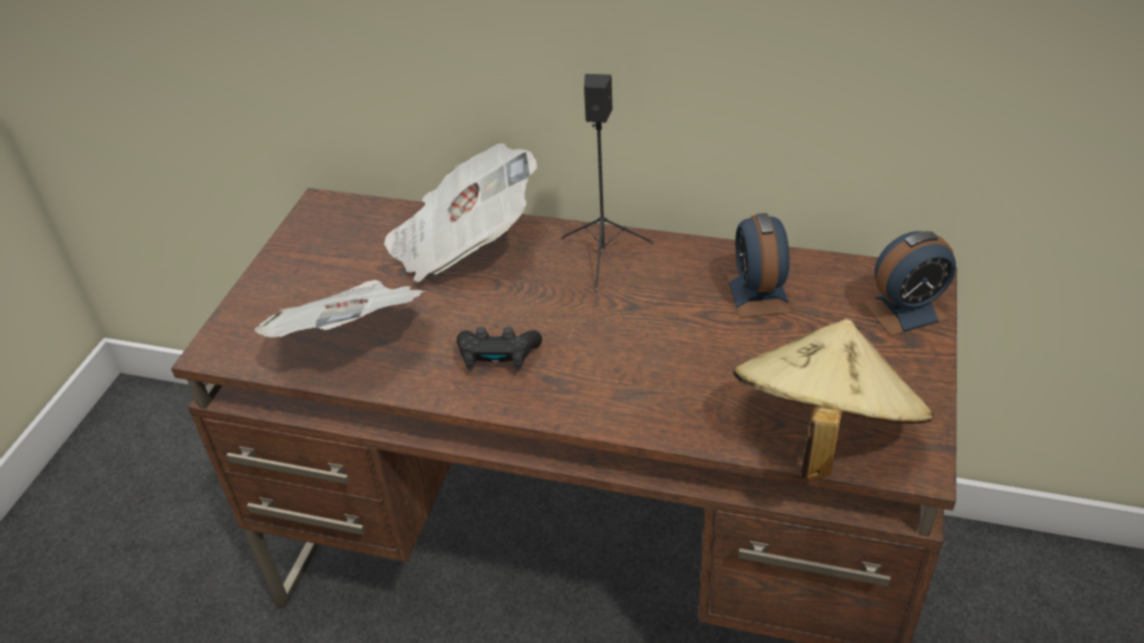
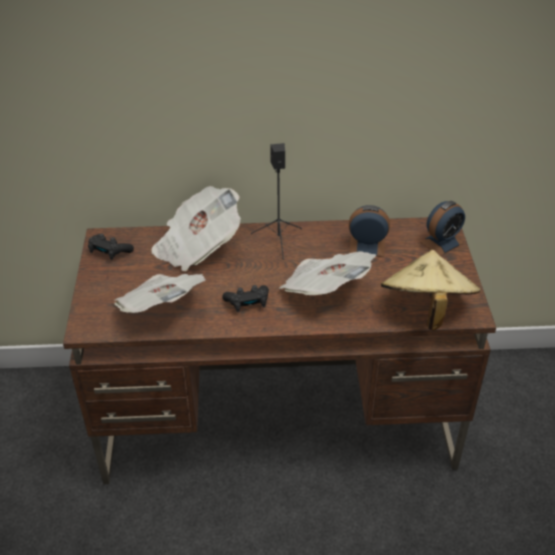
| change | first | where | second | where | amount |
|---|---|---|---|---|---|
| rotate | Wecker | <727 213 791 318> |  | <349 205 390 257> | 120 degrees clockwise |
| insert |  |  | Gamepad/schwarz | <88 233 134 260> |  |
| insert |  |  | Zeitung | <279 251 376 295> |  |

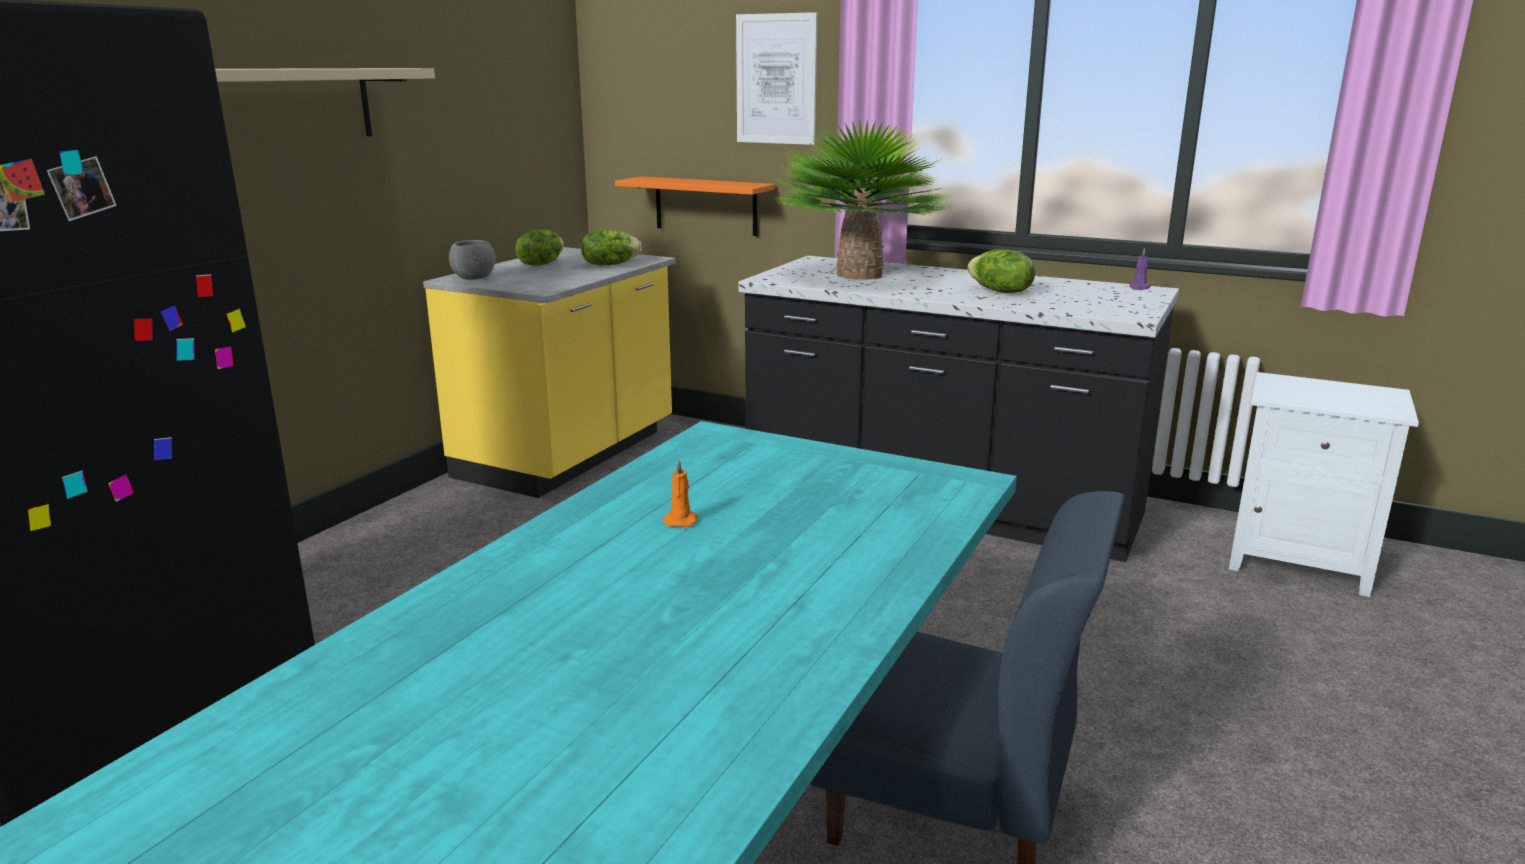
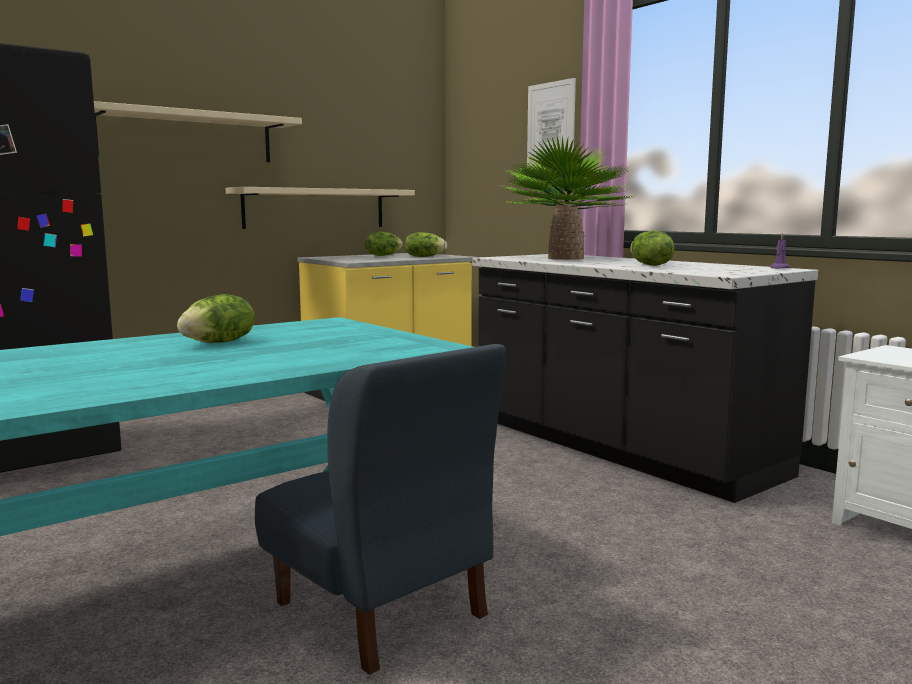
| change | first | where | second | where | amount |
|---|---|---|---|---|---|
| delete | Wandregal/orange | <615 176 775 236> |  |  |  |
| delete | Schüssel/grau | <449 240 496 280> |  |  |  |
| replace | Kerze/orange | <663 459 698 527> | Salatkopf | <177 294 255 343> |  |
| insert |  |  | Wandregal/beige | <226 187 415 229> |  |

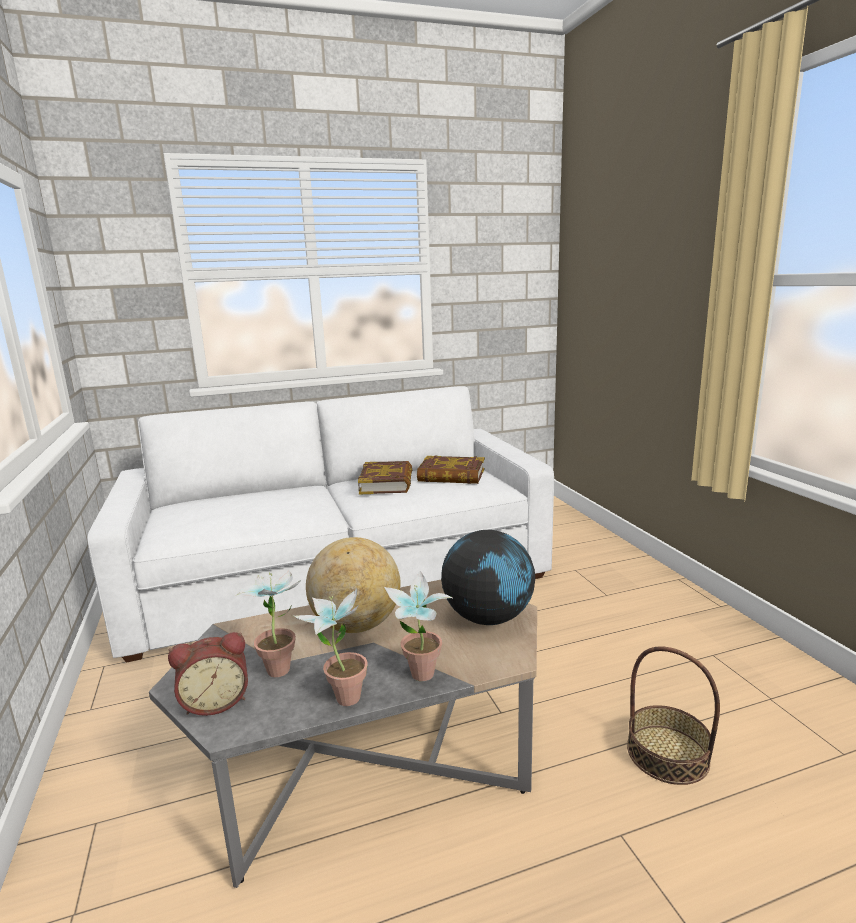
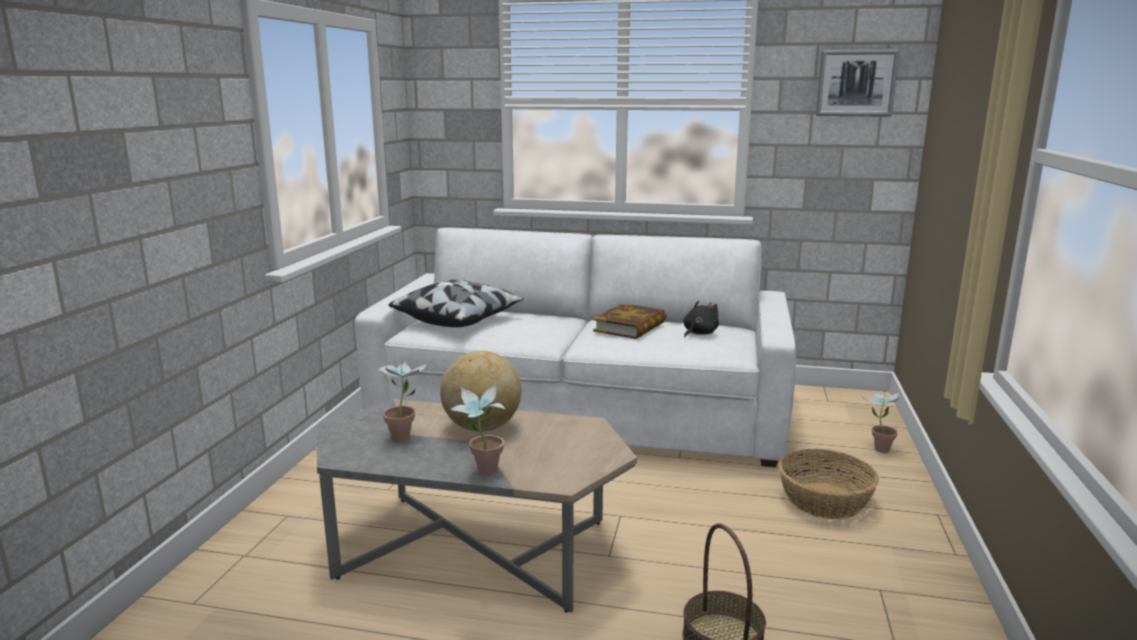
| change | first | where | second | where | amount |
|---|---|---|---|---|---|
| replace | Buch | <417 455 485 484> | Plüschtier/schwarz | <683 301 719 337> |  |
| delete | Globus | <441 530 535 625> |  |  |  |
| move | Topfpflanze | <292 588 368 706> |  | <861 390 900 453> |  |
| delete | Wecker | <168 632 248 716> |  |  |  |
| insert |  |  | Bild | <816 50 900 117> |  |
| insert |  |  | Kissen | <389 280 524 327> |  |
| insert |  |  | Korb | <778 449 879 519> |  |

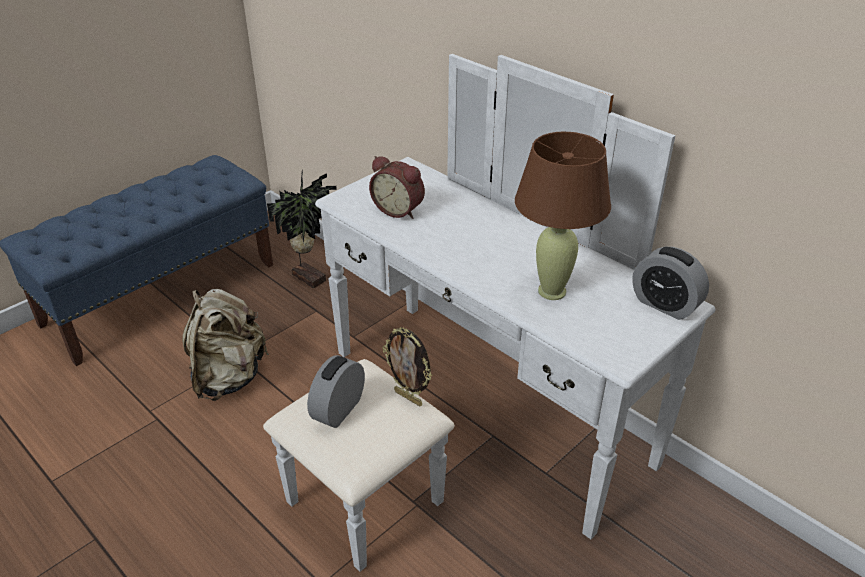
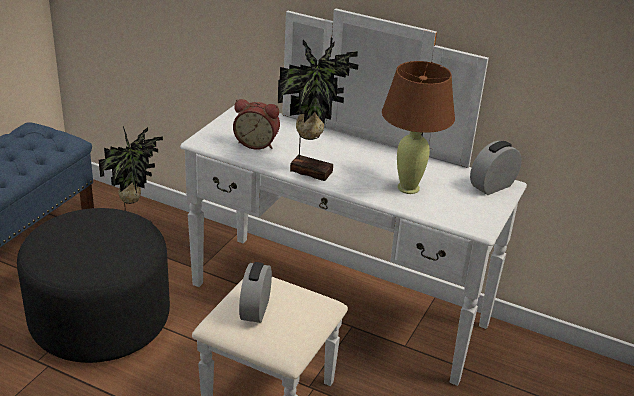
| change | first | where | second | where | amount |
|---|---|---|---|---|---|
| rotate | Wecker | <632 247 709 320> |  | <470 141 522 195> | 120 degrees clockwise |
| replace | Rucksack/beige | <182 289 269 401> | Polsterhocker/schwarz | <17 208 170 363> |  |
| delete | Bilderrahmen | <383 327 432 406> |  |  |  |
| insert |  |  | Topfpflanze | <278 40 358 181> |  |

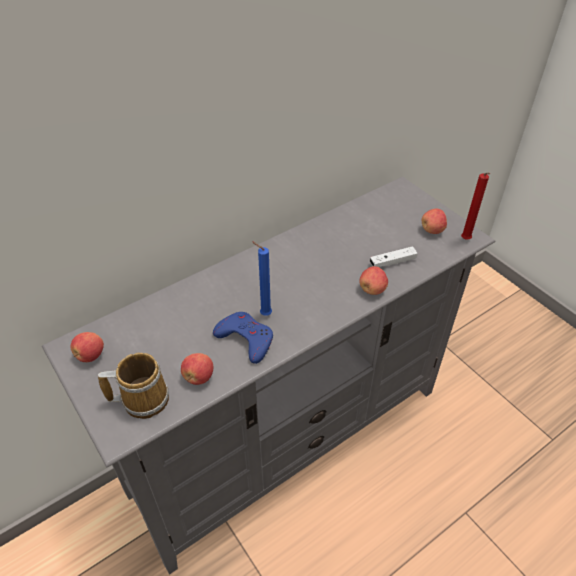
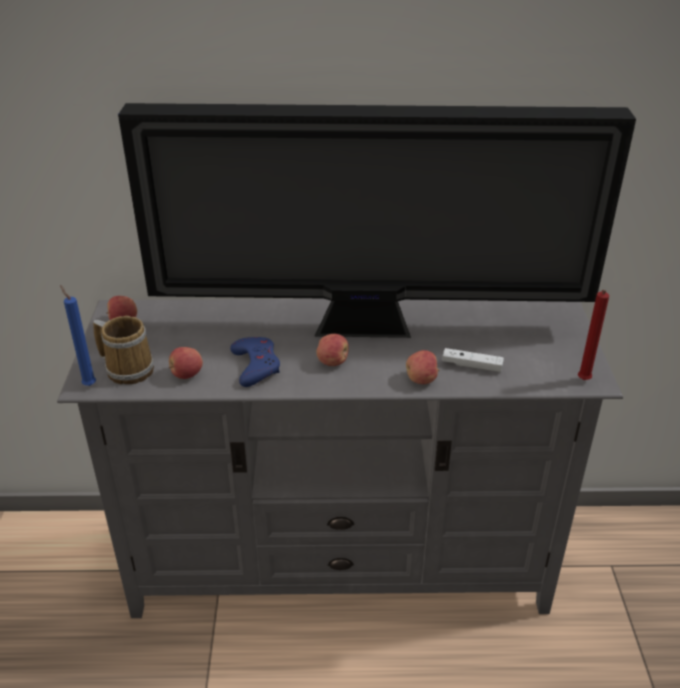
| change | first | where | second | where | amount |
|---|---|---|---|---|---|
| move | Apfel | <422 209 447 234> |  | <316 334 349 366> |  |
| move | Kerze/blau | <252 241 272 316> |  | <60 285 96 386> |  |
| insert |  |  | Fernseher | <118 103 636 338> |  |

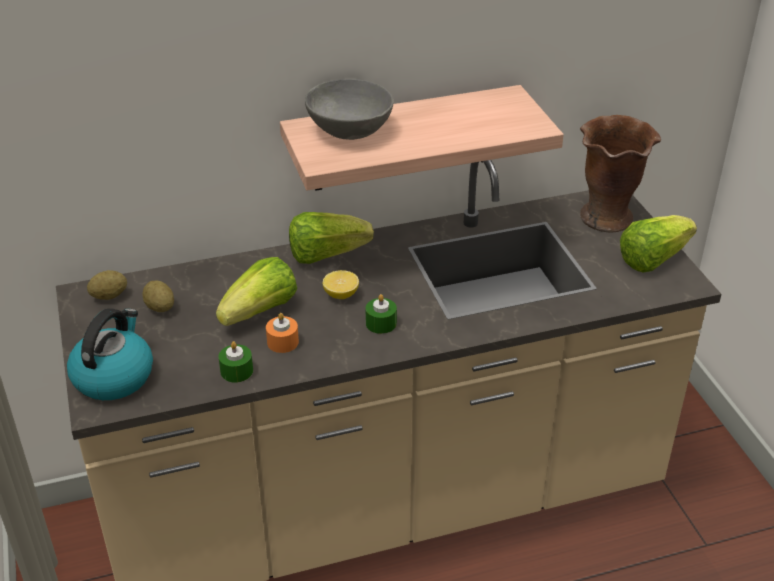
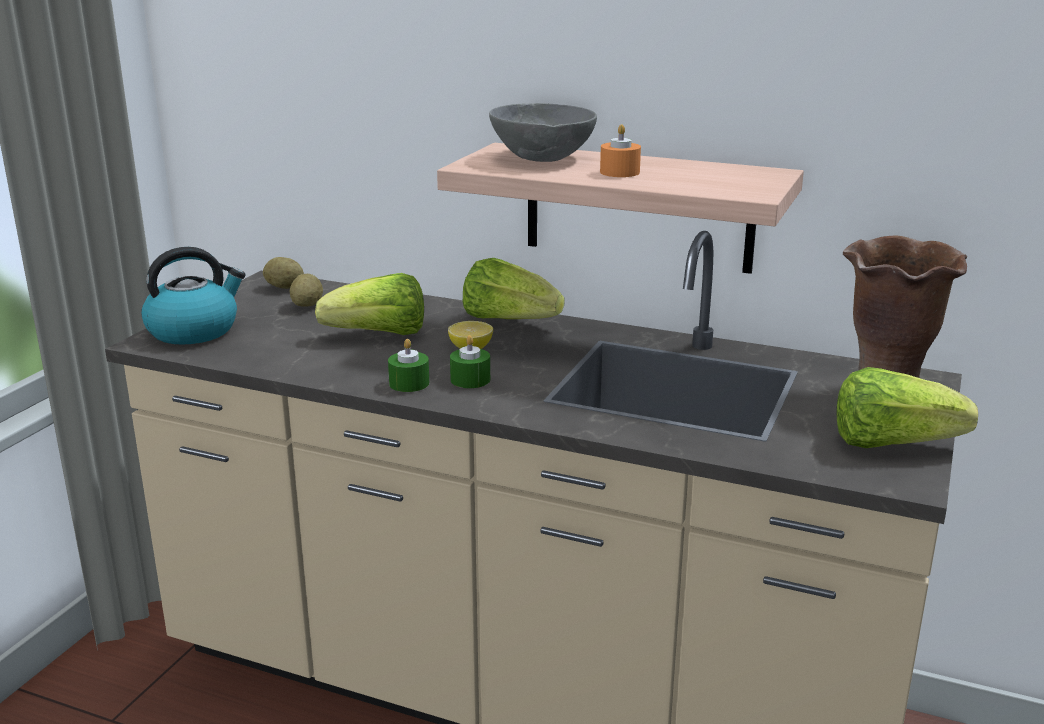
| change | first | where | second | where | amount |
|---|---|---|---|---|---|
| move | Kerze/orange | <266 313 299 353> |  | <600 124 641 177> |  |
| move | Kerze/grün | <218 341 253 383> |  | <388 339 429 392> |  |

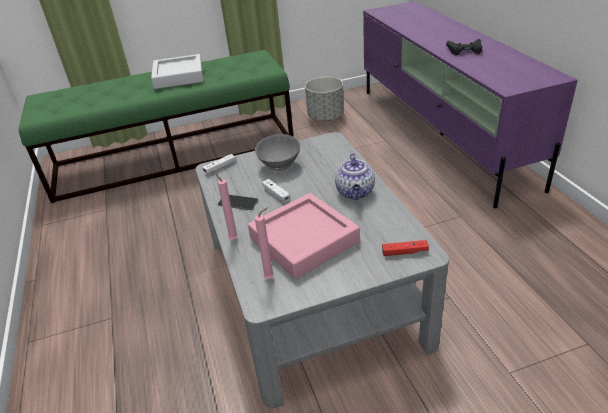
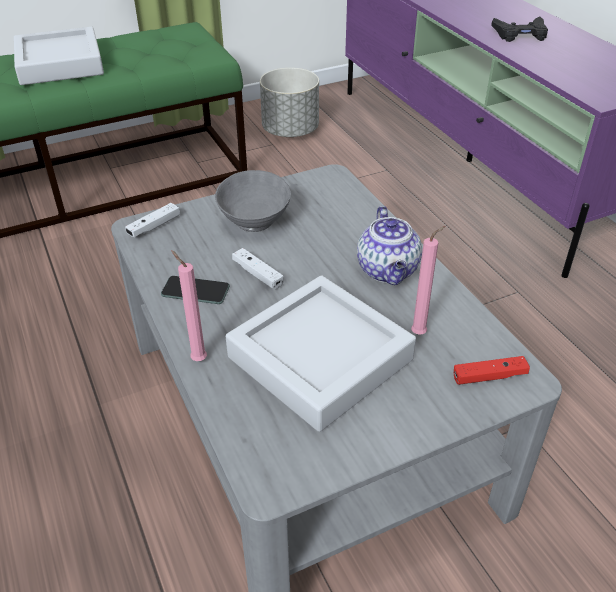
| change | first | where | second | where | amount |
|---|---|---|---|---|---|
| recolor | Tablett/rosa | <248 193 360 279> | Tablett/grau | <226 275 416 432> |  |
| move | Kerze/rosa | <255 207 274 279> |  | <411 226 445 335> |  |

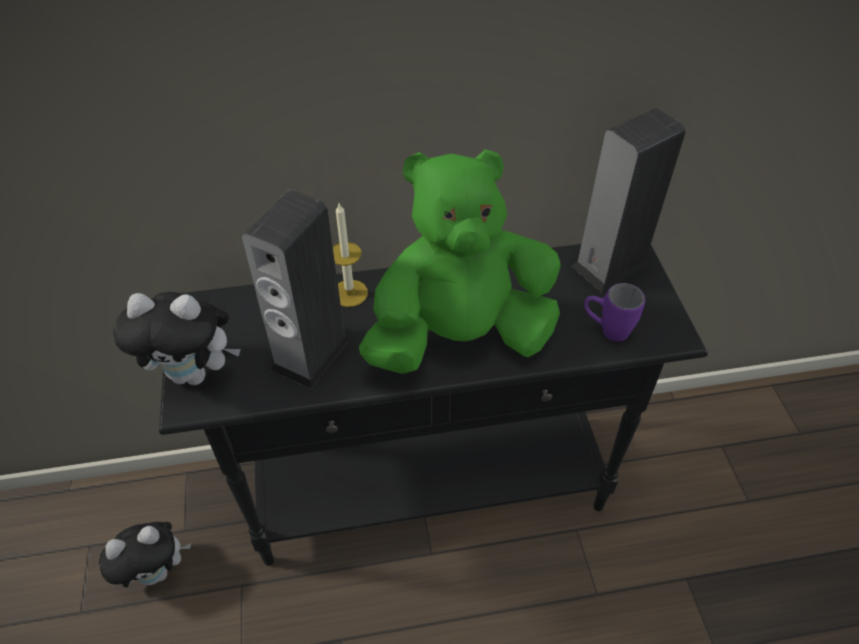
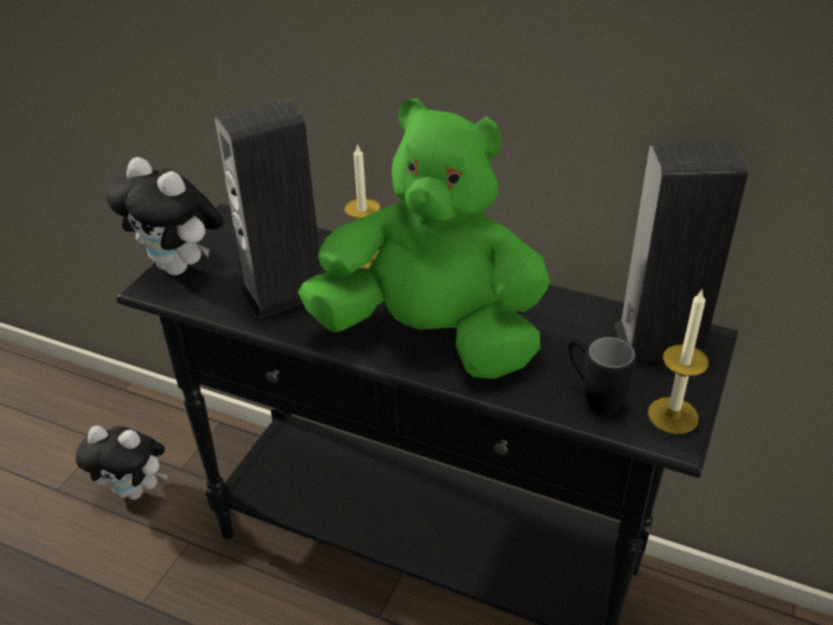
| change | first | where | second | where | amount |
|---|---|---|---|---|---|
| recolor | Henkelbecher/lila | <584 283 645 341> | Henkelbecher/schwarz | <569 337 636 414> |  |
| insert |  |  | Kerze | <648 288 709 434> |  |

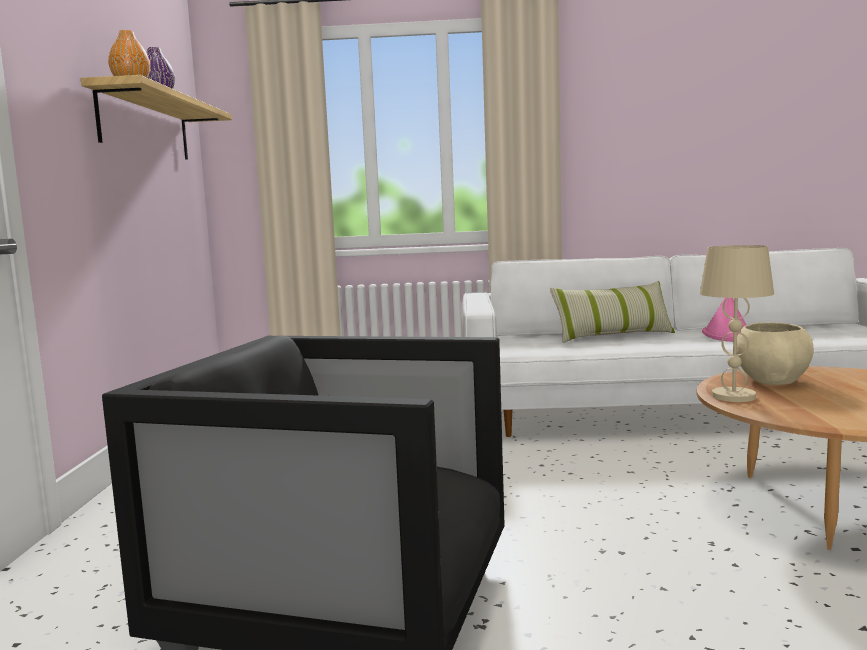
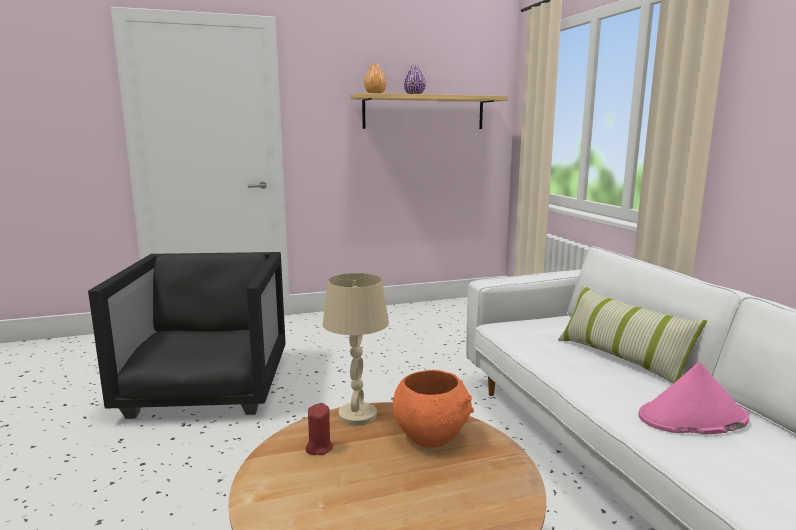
| change | first | where | second | where | amount |
|---|---|---|---|---|---|
| recolor | Schüssel/beige | <737 322 814 385> | Schüssel/orange | <393 370 474 448> |  |
| insert |  |  | Kerze/rot | <306 404 333 455> |  |

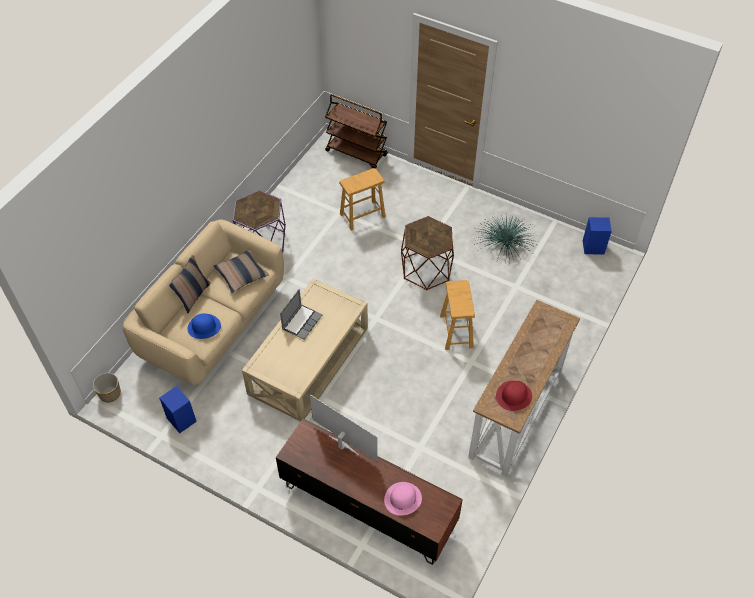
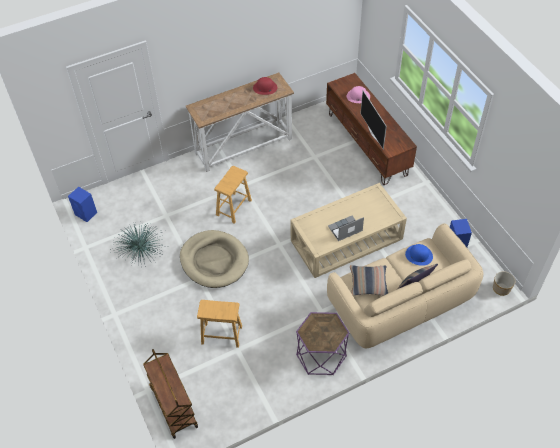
| change | first | where | second | where | amount |
|---|---|---|---|---|---|
| replace | Beistelltisch/braun | <401 216 454 291> | Hundebett/beige | <180 230 249 288> |  |

